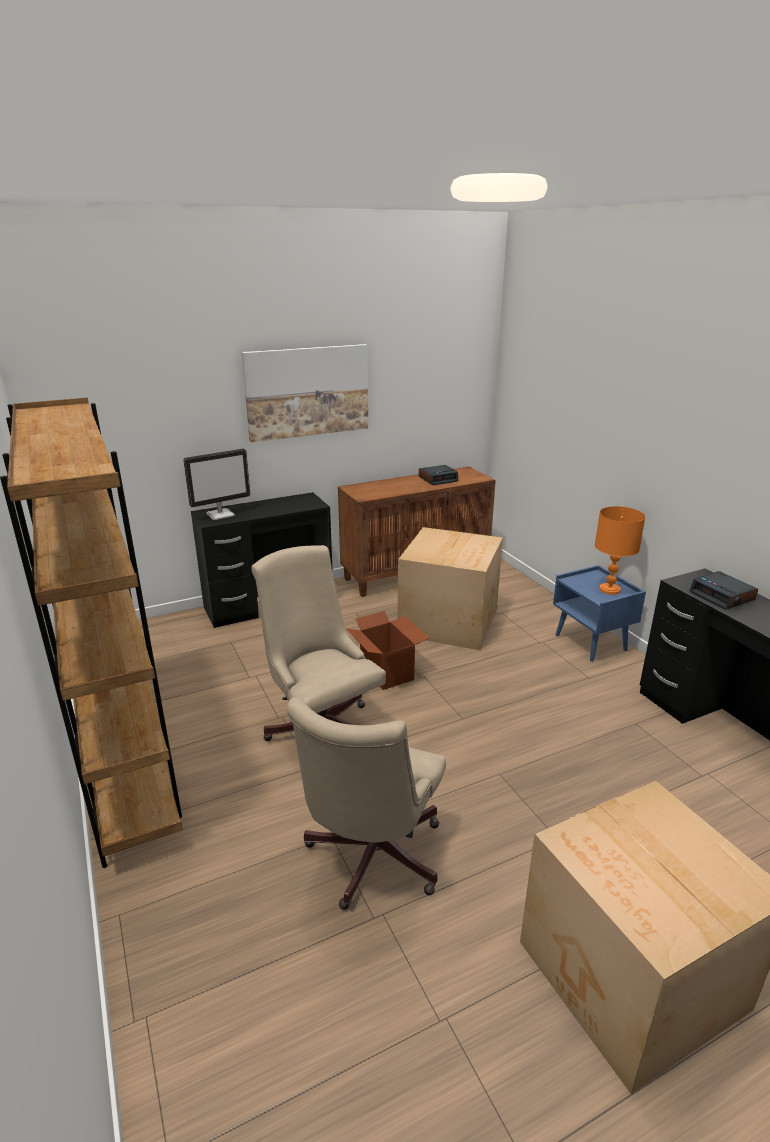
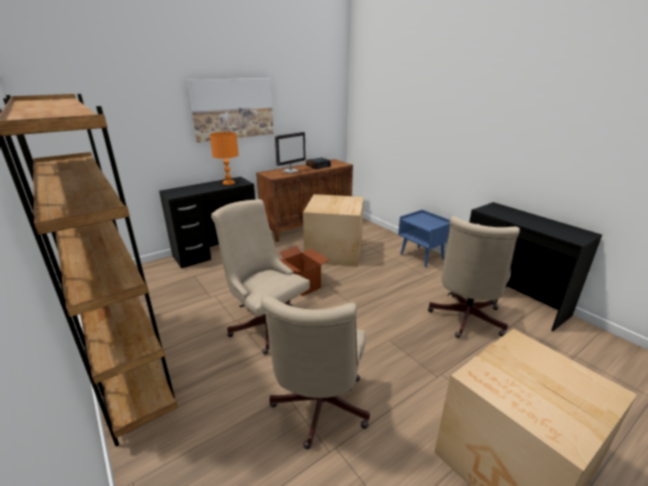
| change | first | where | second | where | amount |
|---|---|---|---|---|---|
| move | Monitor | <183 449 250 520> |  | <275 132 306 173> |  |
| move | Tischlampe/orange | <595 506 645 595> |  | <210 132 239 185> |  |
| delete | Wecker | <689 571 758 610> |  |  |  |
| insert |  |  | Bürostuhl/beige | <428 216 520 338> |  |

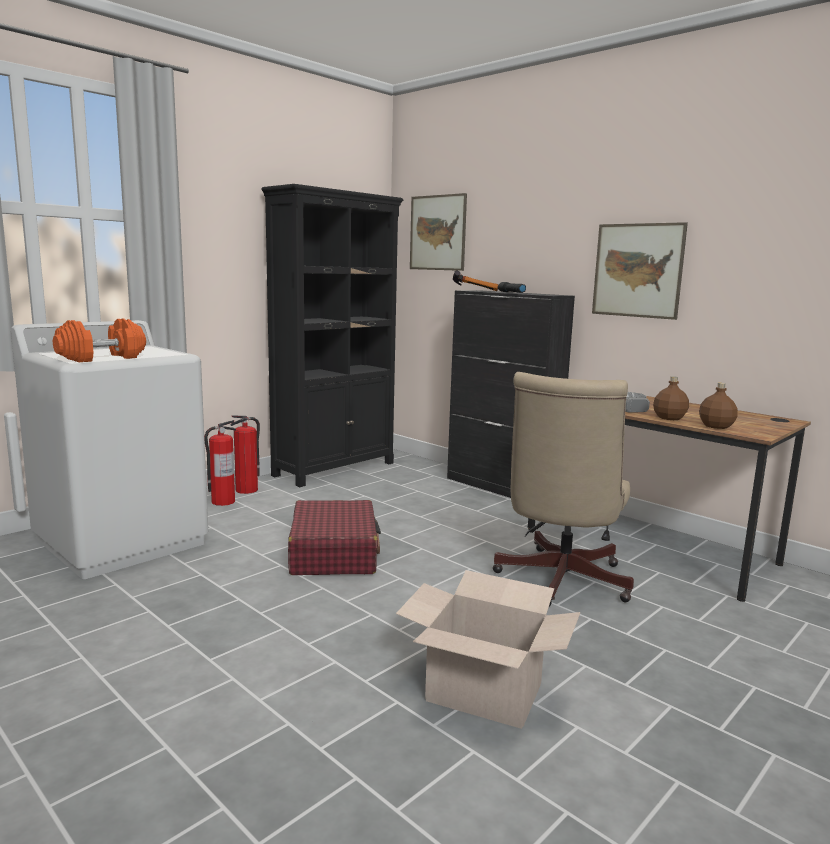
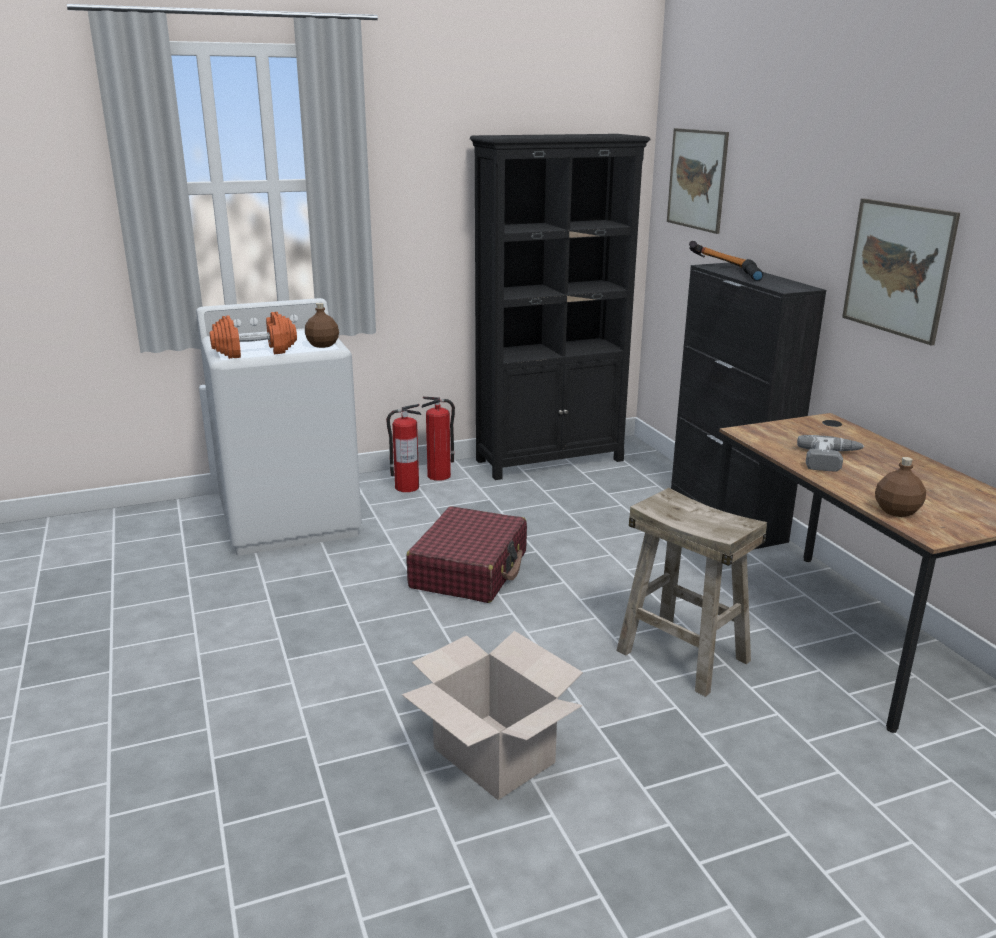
| change | first | where | second | where | amount |
|---|---|---|---|---|---|
| replace | Bürostuhl/beige | <492 372 634 607> | Hocker/beige | <616 488 767 697> |  |
| move | Flasche/braun | <653 376 689 420> |  | <305 303 339 348> |  |

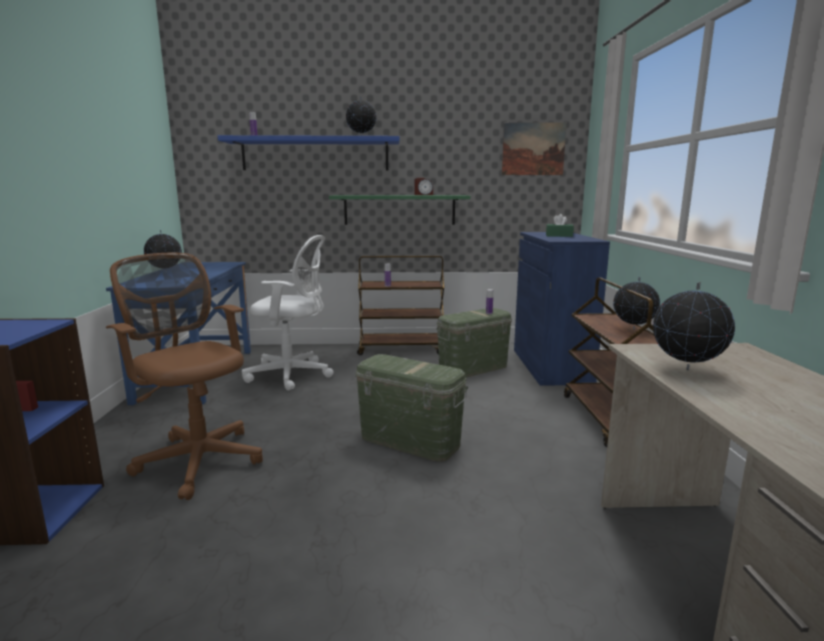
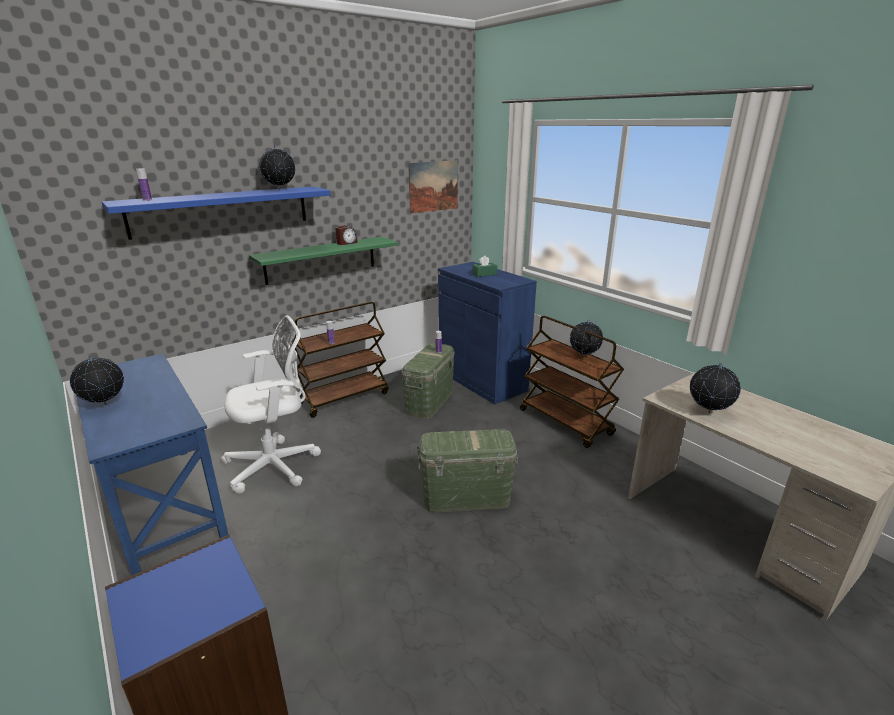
| change | first | where | second | where | amount |
|---|---|---|---|---|---|
| delete | Bürostuhl/braun | <106 253 263 500> |  |  |  |

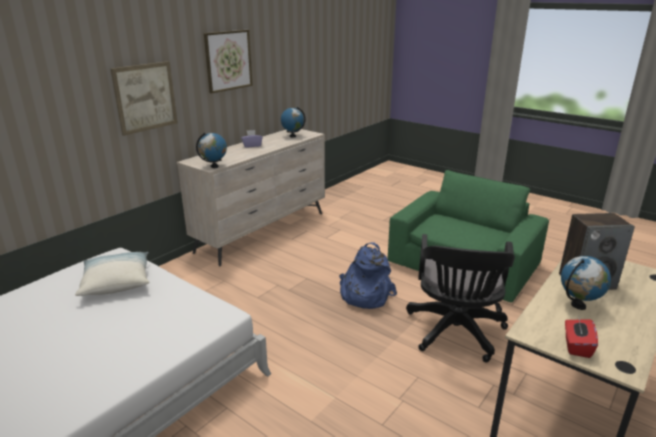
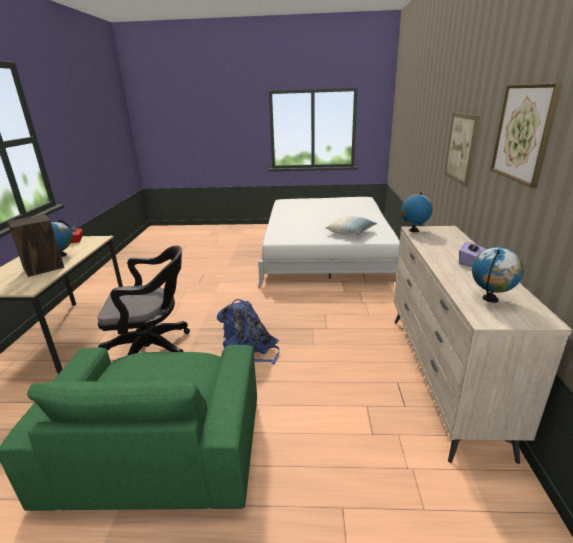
| change | first | where | second | where | amount |
|---|---|---|---|---|---|
| rotate | Bürostuhl/schwarz | <406 234 515 363> |  | <98 245 190 355> | 105 degrees clockwise |

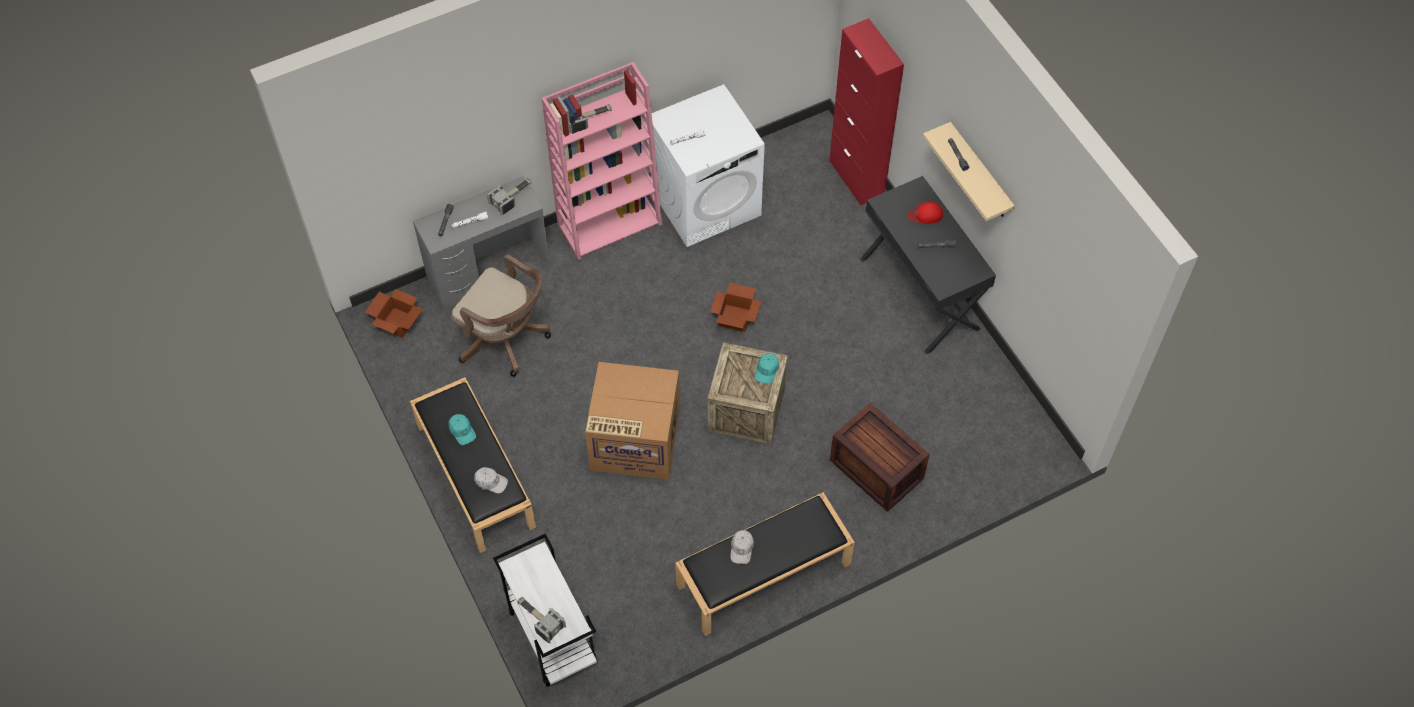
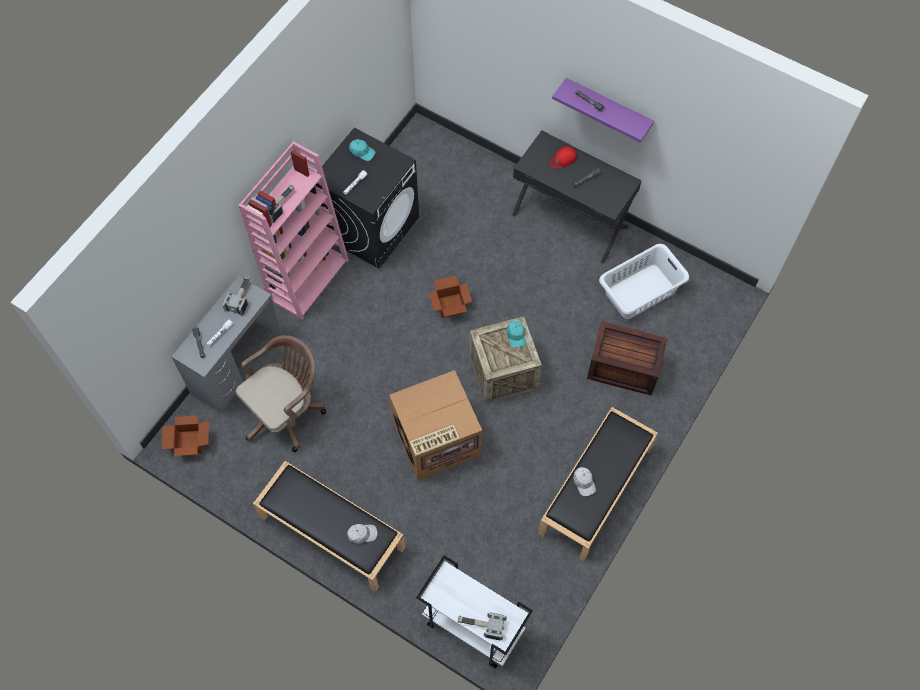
| change | first | where | second | where | amount |
|---|---|---|---|---|---|
| delete | Schrank/rot | <829 18 904 205> |  |  |  |
| recolor | Waschmaschine/weiß | <651 84 765 247> | Waschmaschine/schwarz | <315 127 419 269> |  |
| recolor | Wandregal/beige | <923 122 1015 221> | Wandregal/lila | <552 78 654 143> |  |
| rotate | Bürostuhl/braun | <451 254 551 377> |  | <235 335 326 452> | 45 degrees counterclockwise |
| move | Kappe/türkis | <449 414 476 445> |  | <349 139 376 161> |  |
| insert |  |  | Wäschekorb/weiß | <599 244 689 319> |  |

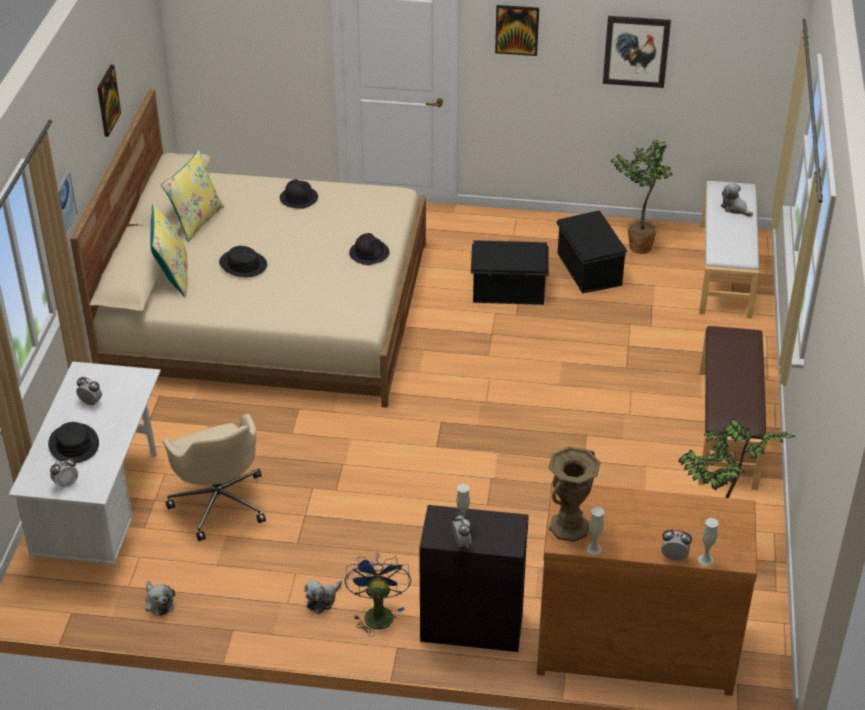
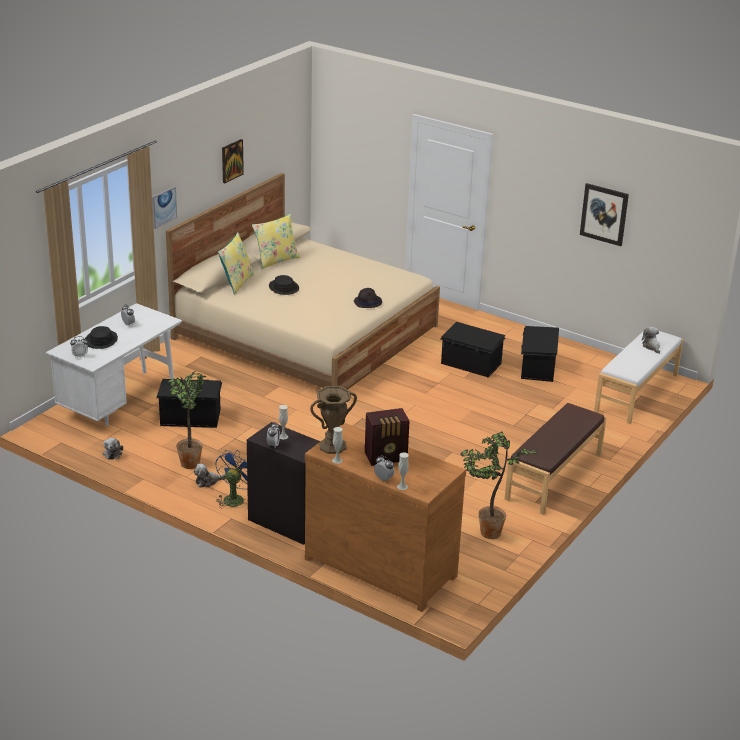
| change | first | where | second | where | amount |
|---|---|---|---|---|---|
| delete | Bild | <495 5 539 56> |  |  |  |
| move | Topfpflanze | <611 140 673 254> |  | <168 371 206 469> |  |
| delete | Hut/schwarz | <280 179 318 209> |  |  |  |
| replace | Bürostuhl/beige | <162 414 266 541> | Aufbewahrungsbox/schwarz | <156 379 222 428> |  |
| insert |  |  | Radio | <365 408 410 466> |  |

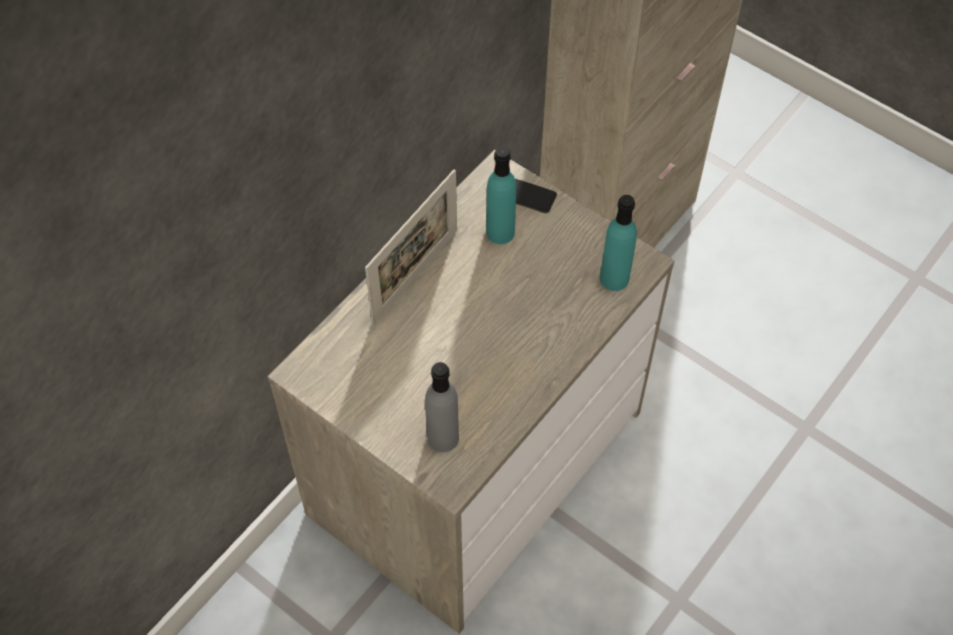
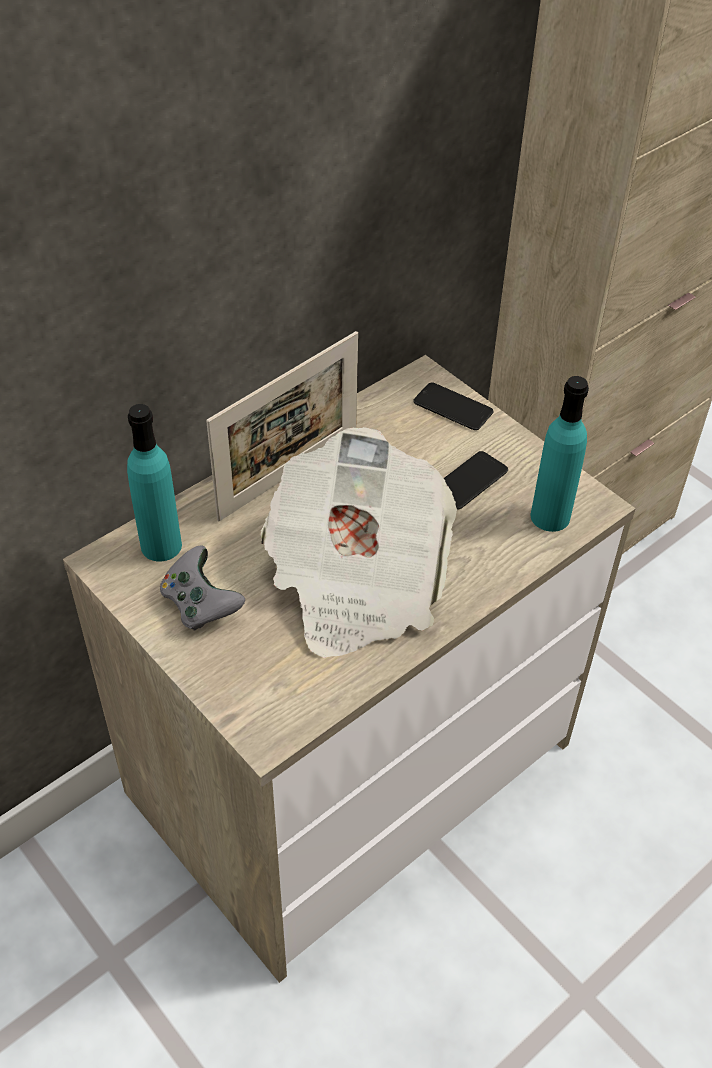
| change | first | where | second | where | amount |
|---|---|---|---|---|---|
| move | Flasche/türkis | <486 146 516 244> |  | <127 404 182 561> |  |
| delete | Flasche/grau | <425 362 459 452> |  |  |  |
| insert |  |  | Zeitung | <261 427 457 658> |  |
| insert |  |  | Handy | <444 451 508 509> |  |
| insert |  |  | Gamepad/grau | <160 545 245 631> |  |

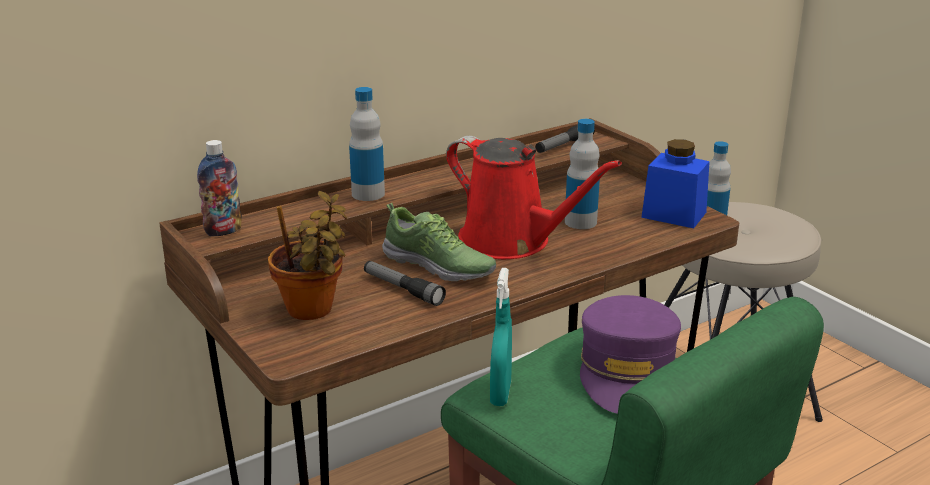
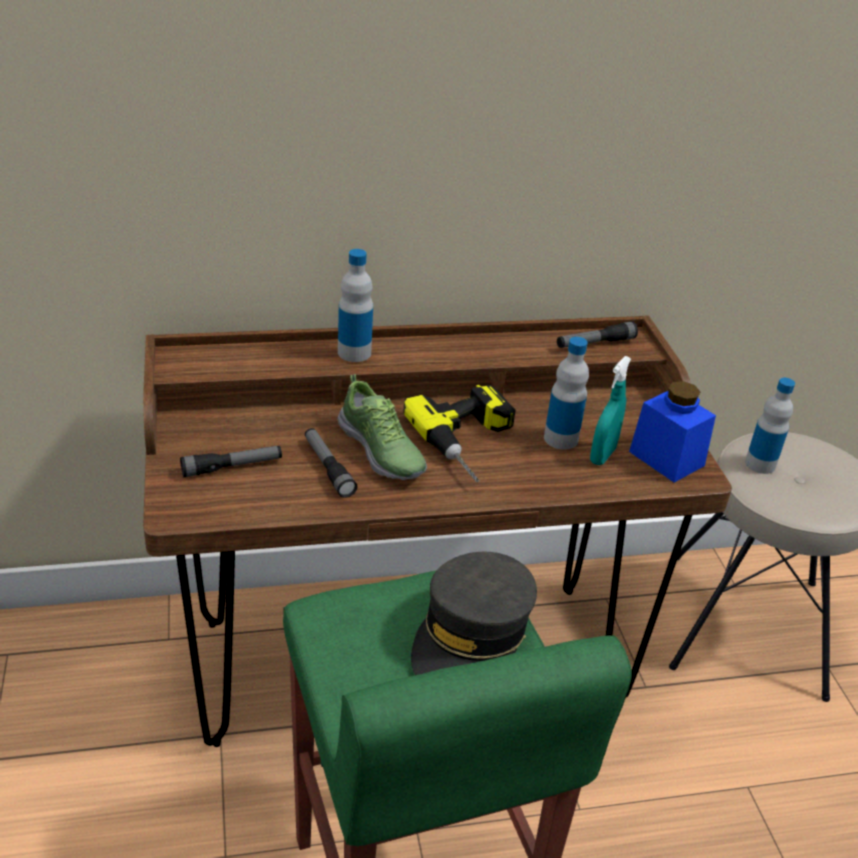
| change | first | where | second | where | amount |
|---|---|---|---|---|---|
| replace | Gießkanne/rot | <446 136 622 259> | Bohrmaschine | <403 385 516 483> |  |
| delete | Flasche | <197 140 242 236> |  |  |  |
| replace | Topfpflanze | <268 191 347 320> | Taschenlampe | <180 446 282 477> |  |
| move | Sprühflasche/türkis | <490 268 512 406> |  | <590 356 631 465> |  |
| recolor | Kappe/lila | <580 295 681 414> | Kappe/grau | <411 552 537 675> |  |

